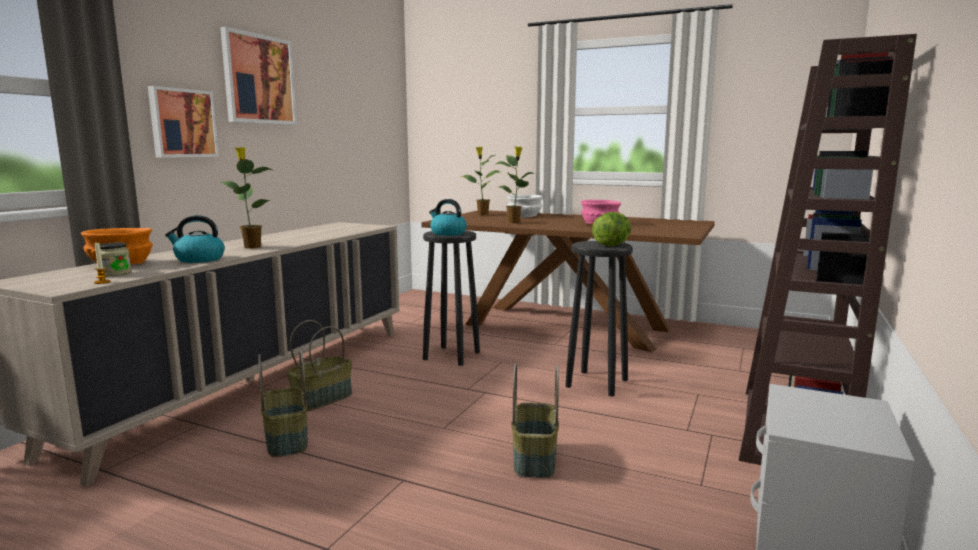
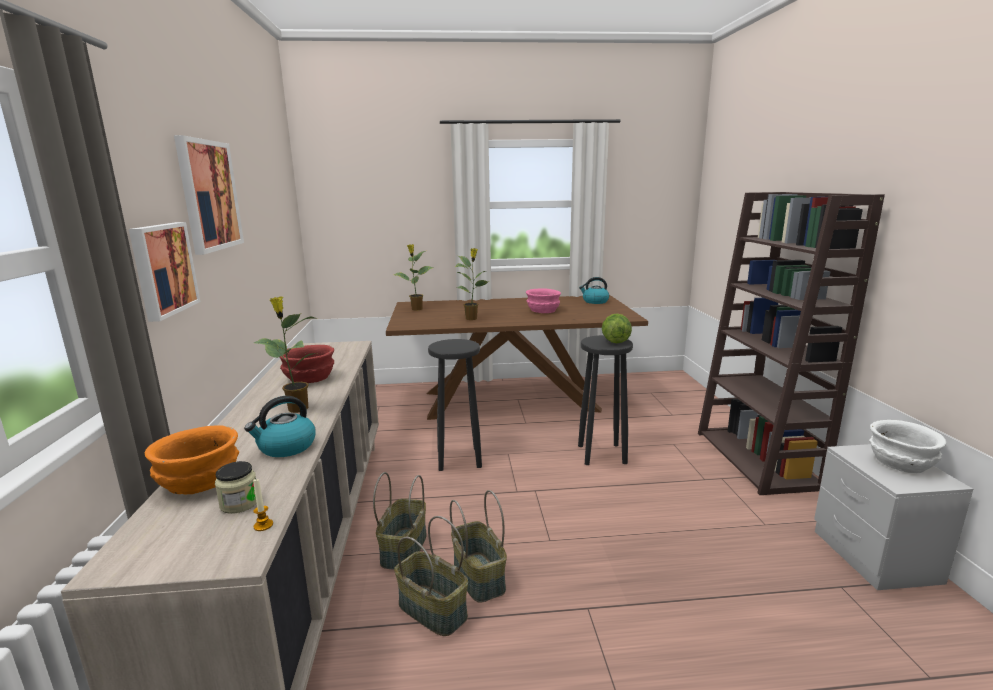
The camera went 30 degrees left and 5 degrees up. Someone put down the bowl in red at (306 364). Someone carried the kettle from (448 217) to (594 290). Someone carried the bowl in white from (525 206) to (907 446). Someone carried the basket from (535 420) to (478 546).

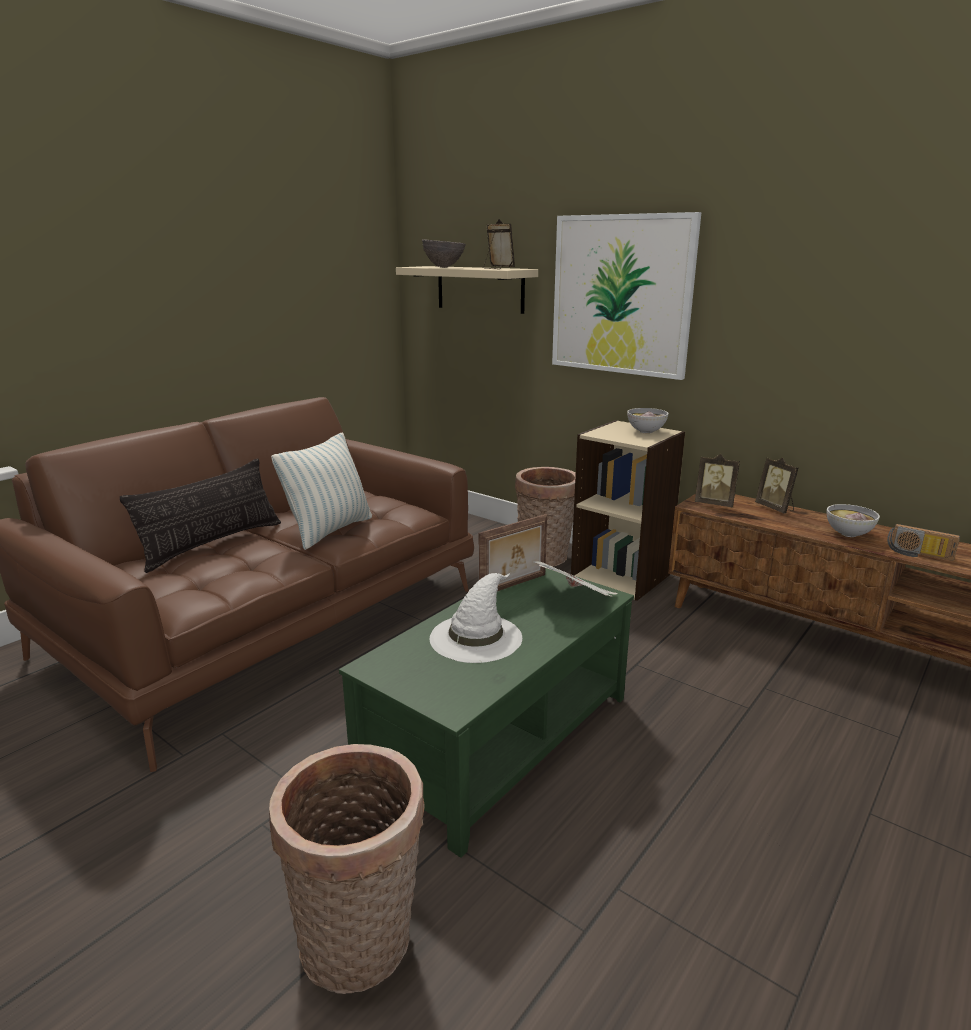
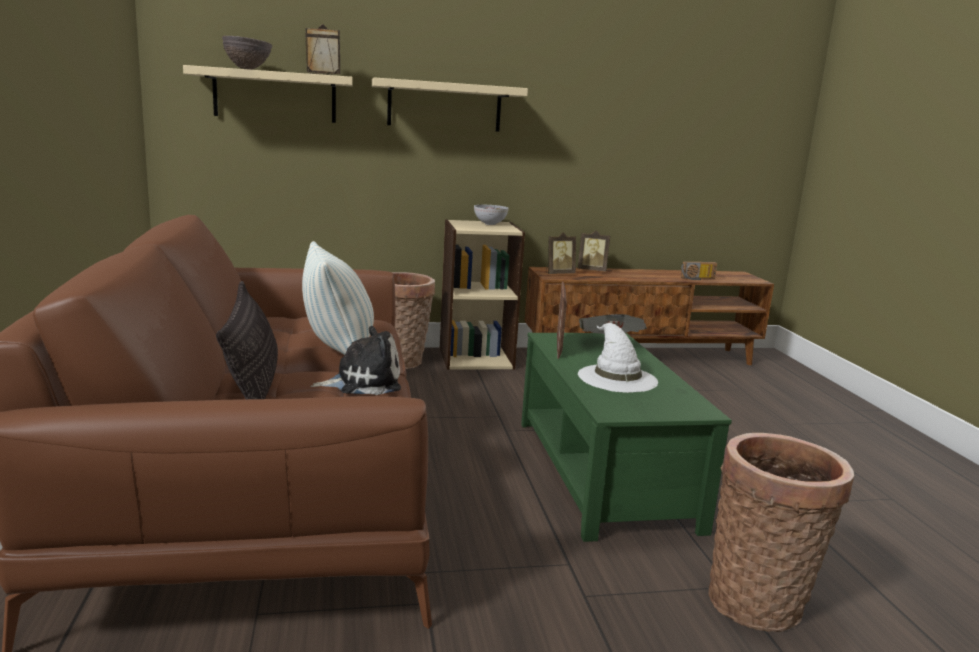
The camera went 50 degrees left and 5 degrees down. Someone took away the bowl at (853 520). Someone put down the plush toy at (356 360). Someone swapped the picture at (626 296) for the shelf in beige at (450 104).

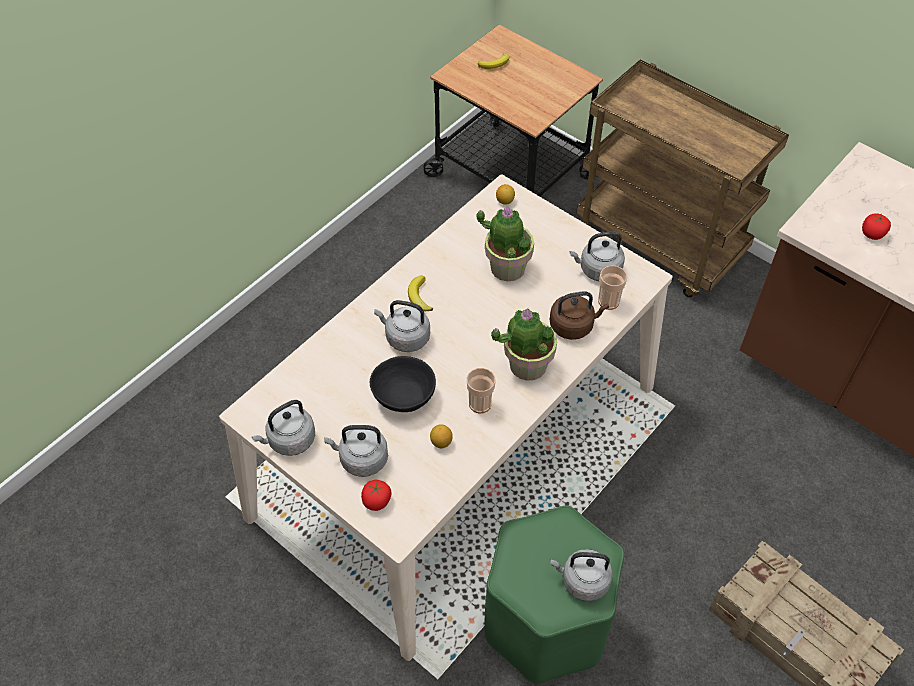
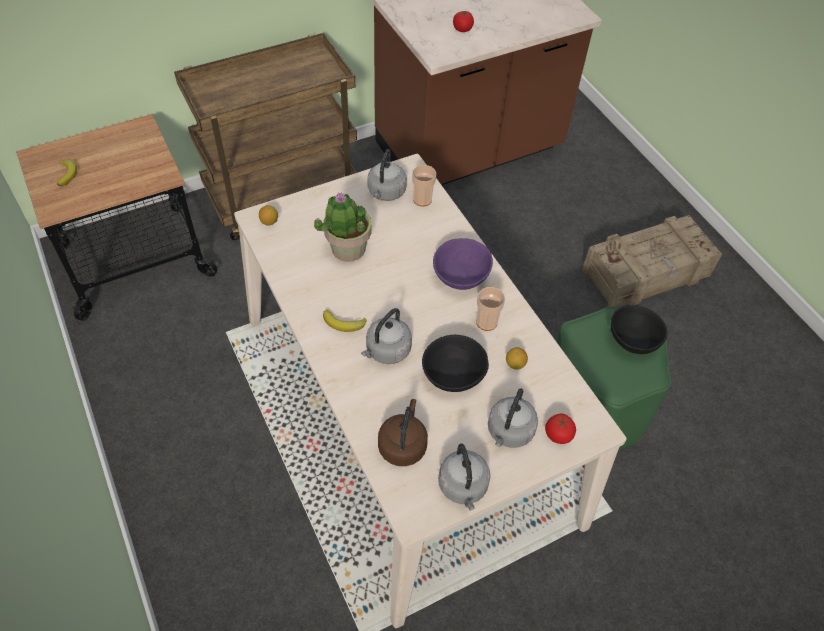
The camera went 70 degrees left and 0 degrees up. Someone carried the kettle in brown from (579 315) to (403 432). Someone swapped the potted plant at (524 345) for the bowl in purple at (463 264). Someone swapped the kettle in grey at (581 575) for the bowl in black at (639 329).

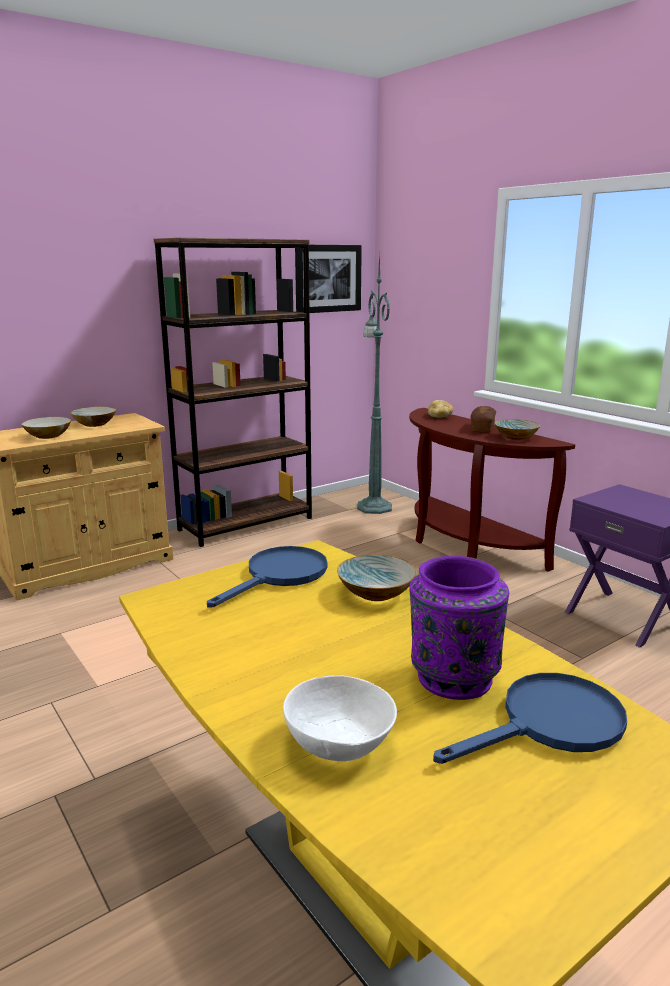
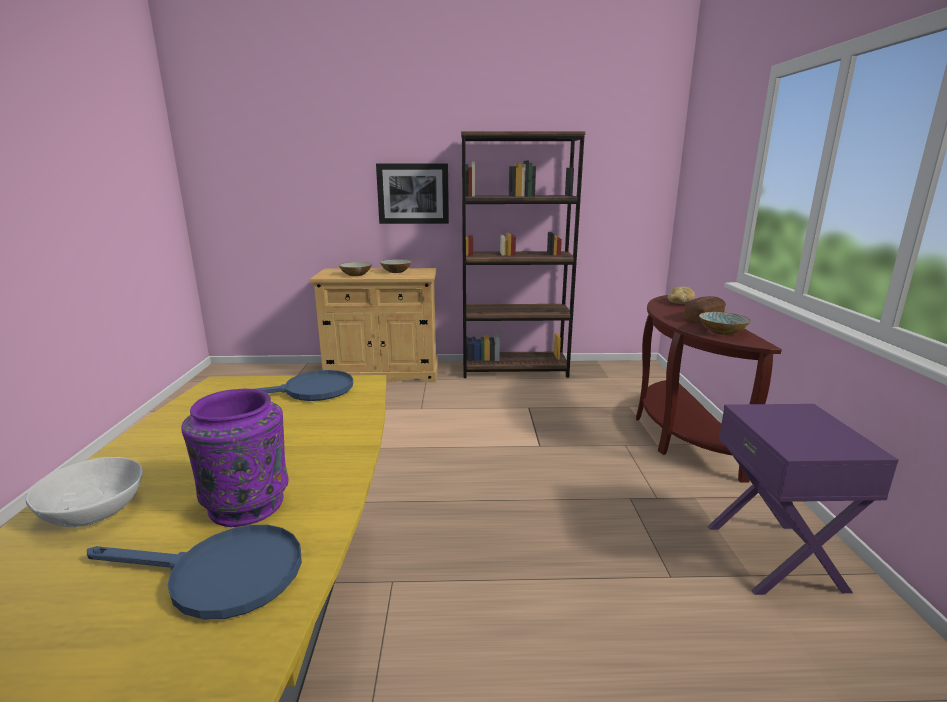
The camera went 35 degrees right and 0 degrees up. Someone took away the bowl at (377 578). Someone took away the floor lamp in green at (374 383). Someone carried the picture from (328 279) to (412 193).

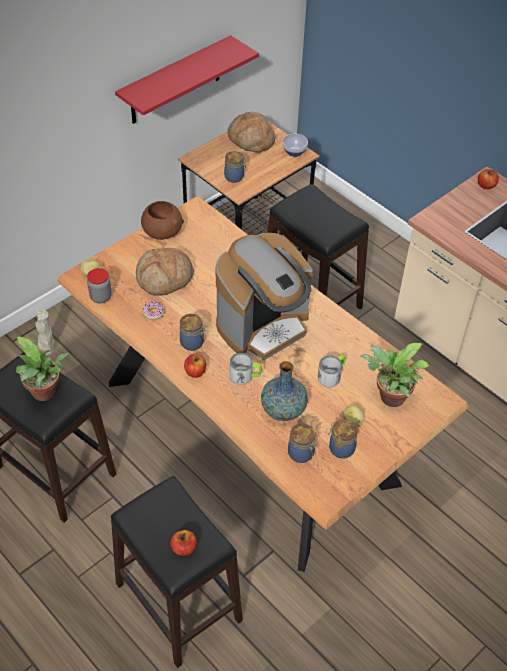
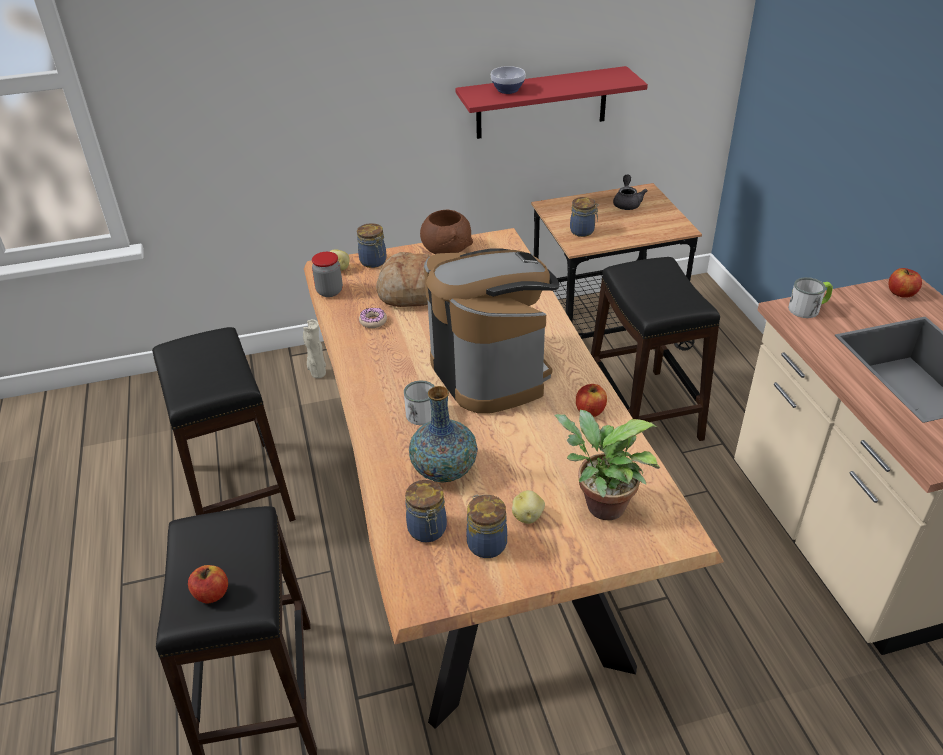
The camera went 30 degrees right and 10 degrees down. Someone took away the potted plant at (42 368). Someone carried the jar from (193 332) to (372 245). Someone carried the apple from (195 366) to (591 400). Someone carried the bowl from (295 145) to (508 80). Someone carried the mug from (331 371) to (810 297). Someone swapped the bread at (251 132) for the teapot in grey at (630 192). Someone rotated the coffee machine at (264 296) by 105 degrees counterclockwise.

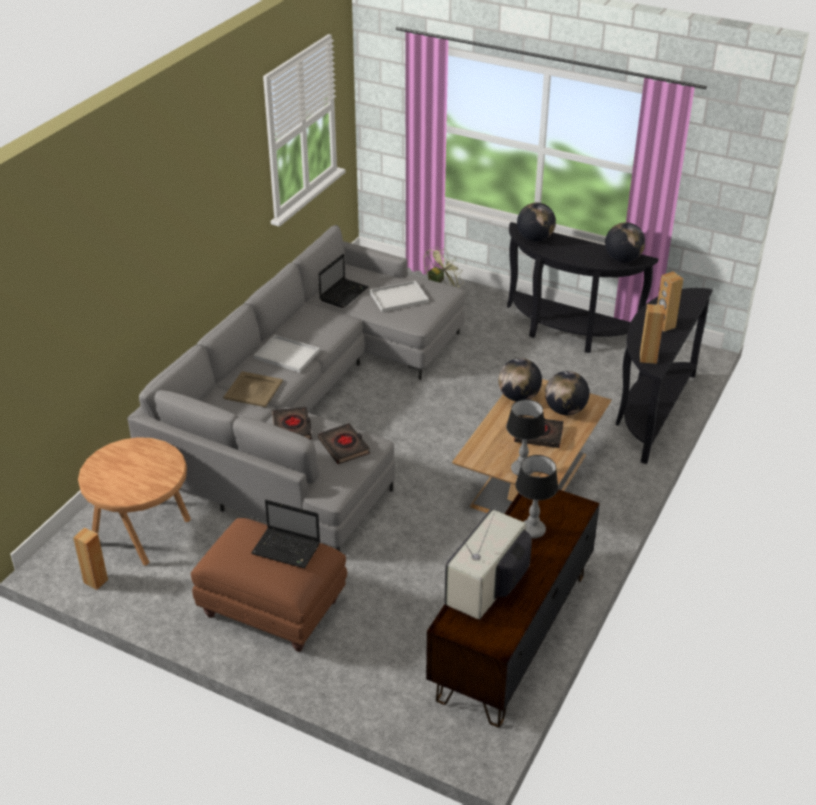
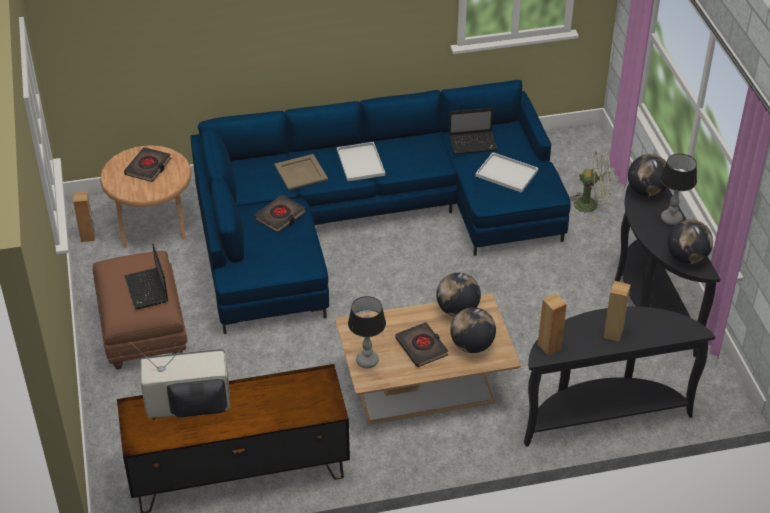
The camera went 50 degrees right and 5 degrees up. Someone carried the book in black from (344 443) to (147 164). Someone carried the table lamp from (536 496) to (679 189). Someone repainted the sofa in grey at (296 388), which became the sofa in blue at (380 207).

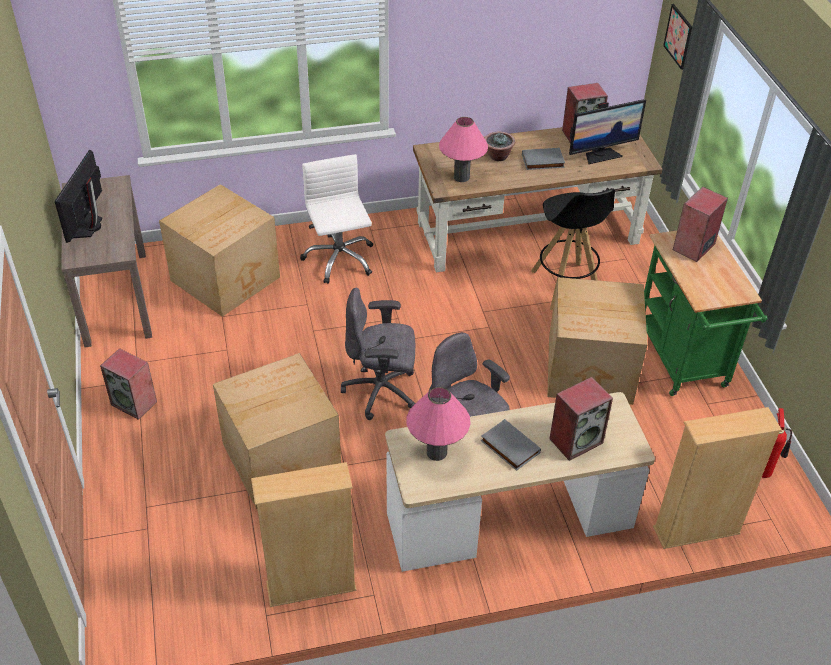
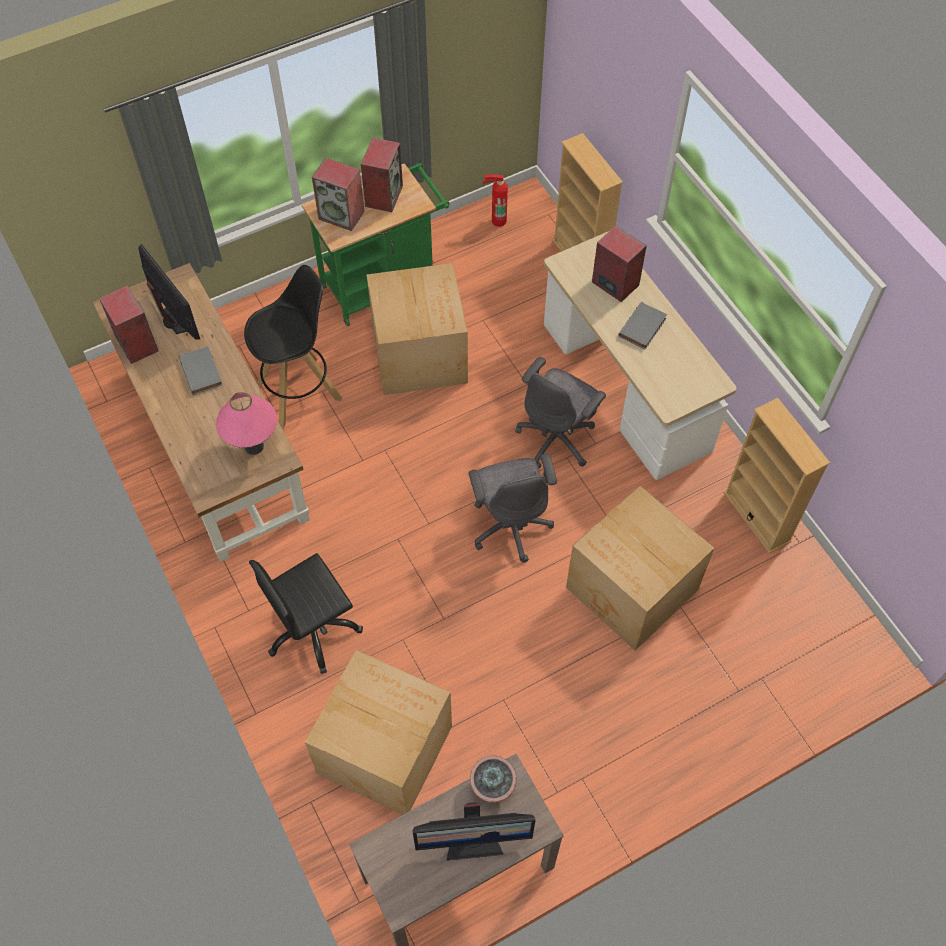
The camera went 105 degrees left and 15 degrees up. Someone took away the table lamp in pink at (438 424). Someone took away the picture at (677 37). Someone carried the speaker from (128 384) to (382 174). Someone carried the potted plant from (499 146) to (493 779). Someone repainted the office chair in white at (336 219), which became the office chair in black at (306 613).

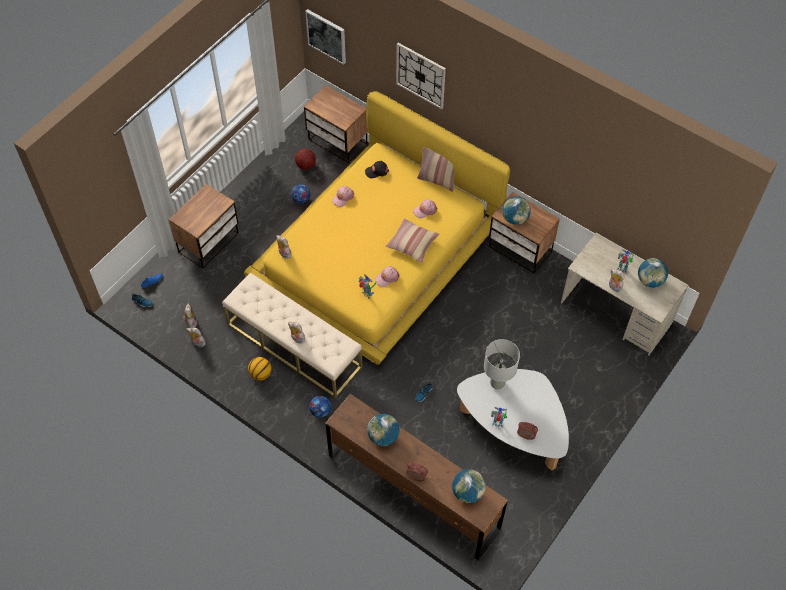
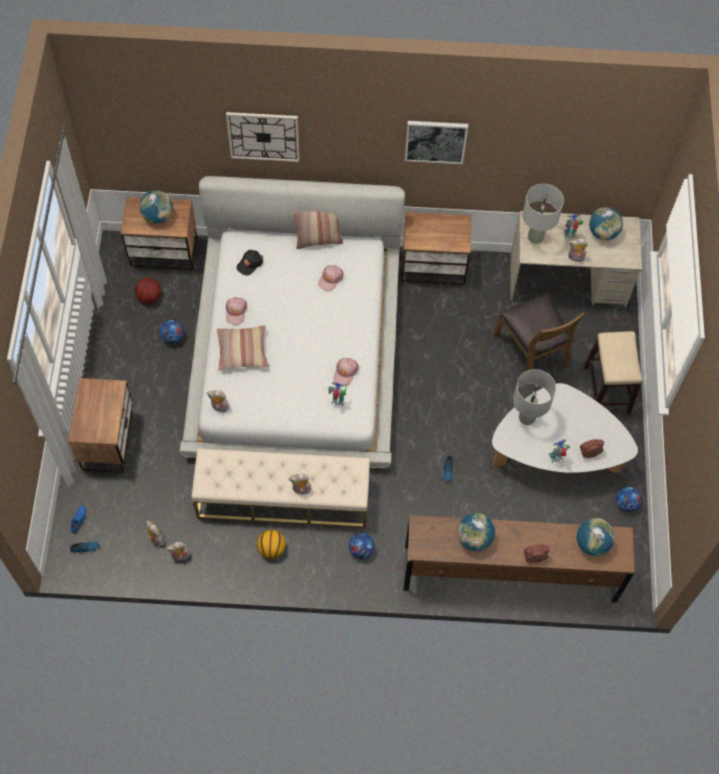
The camera went 35 degrees left and 5 degrees up. Someone put down the chair in brown at (539 332). Someone put down the table lamp in grey at (543 214). Someone put down the stool at (613 372). Someone put down the football at (629 499). Someone carried the picture from (325 37) to (436 142). Someone carried the pillow from (412 240) to (242 348). Someone carried the globe from (517 210) to (156 206). Someone repainted the bed in yellow at (377 228), which became the bed in white at (292 322).

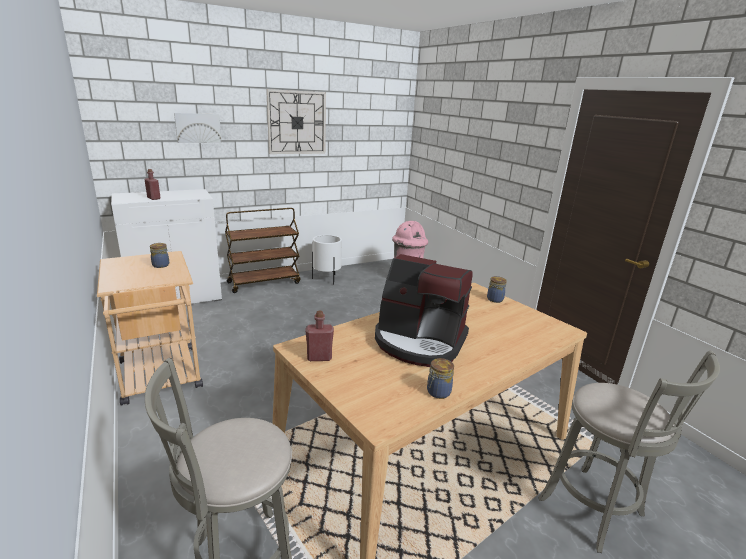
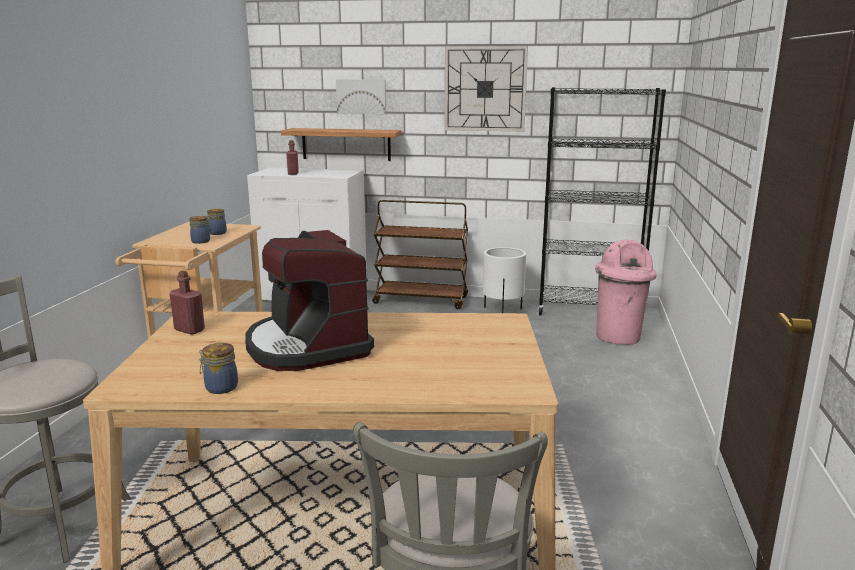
The camera went 40 degrees right and 5 degrees down. Someone put up the shelf at (341 144). Someone put down the bookcase in black at (602 201). Someone carried the jar from (497 289) to (200 230).

